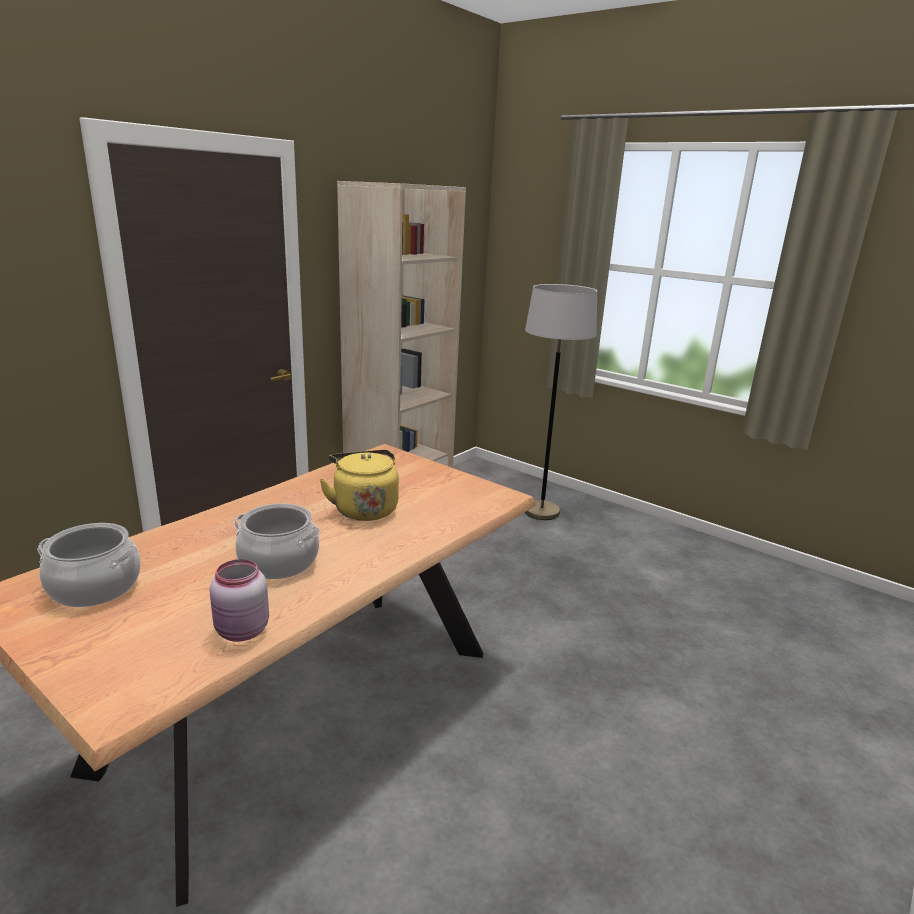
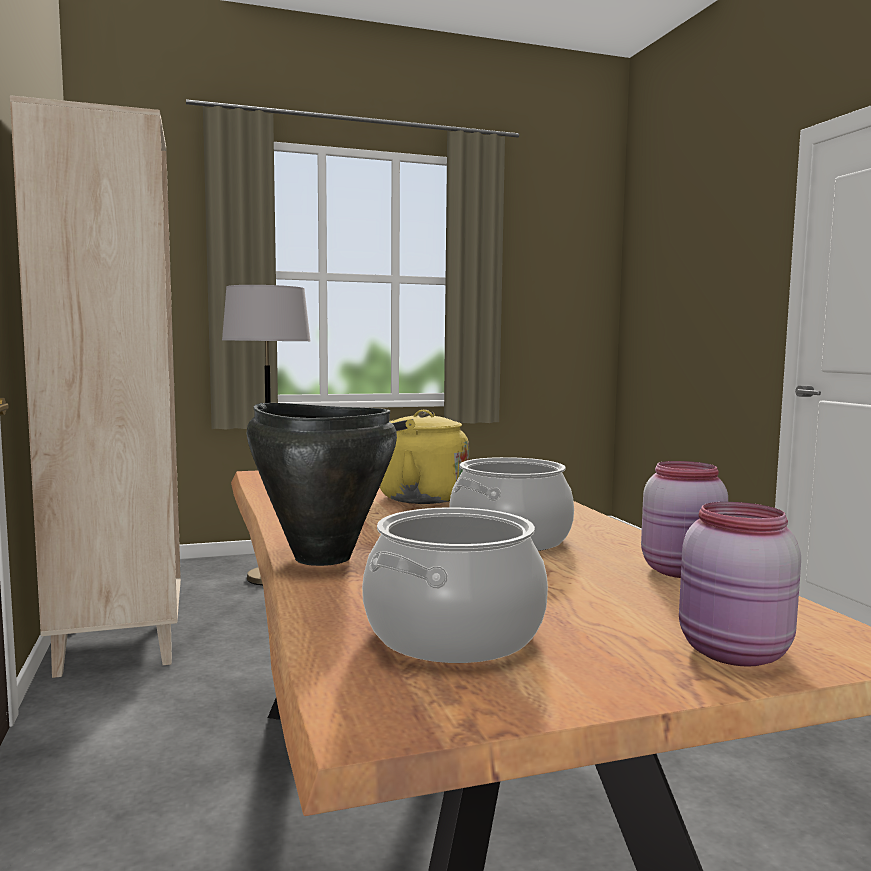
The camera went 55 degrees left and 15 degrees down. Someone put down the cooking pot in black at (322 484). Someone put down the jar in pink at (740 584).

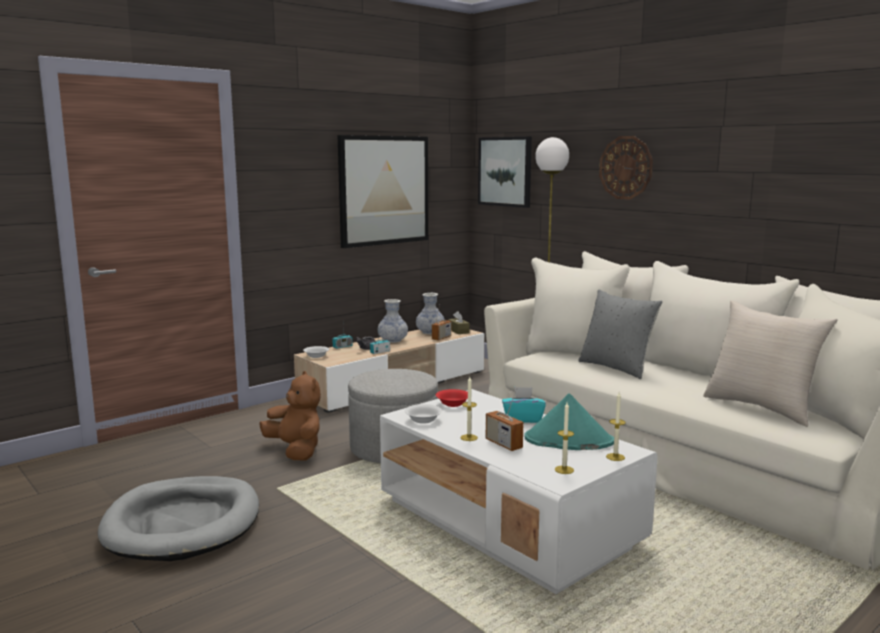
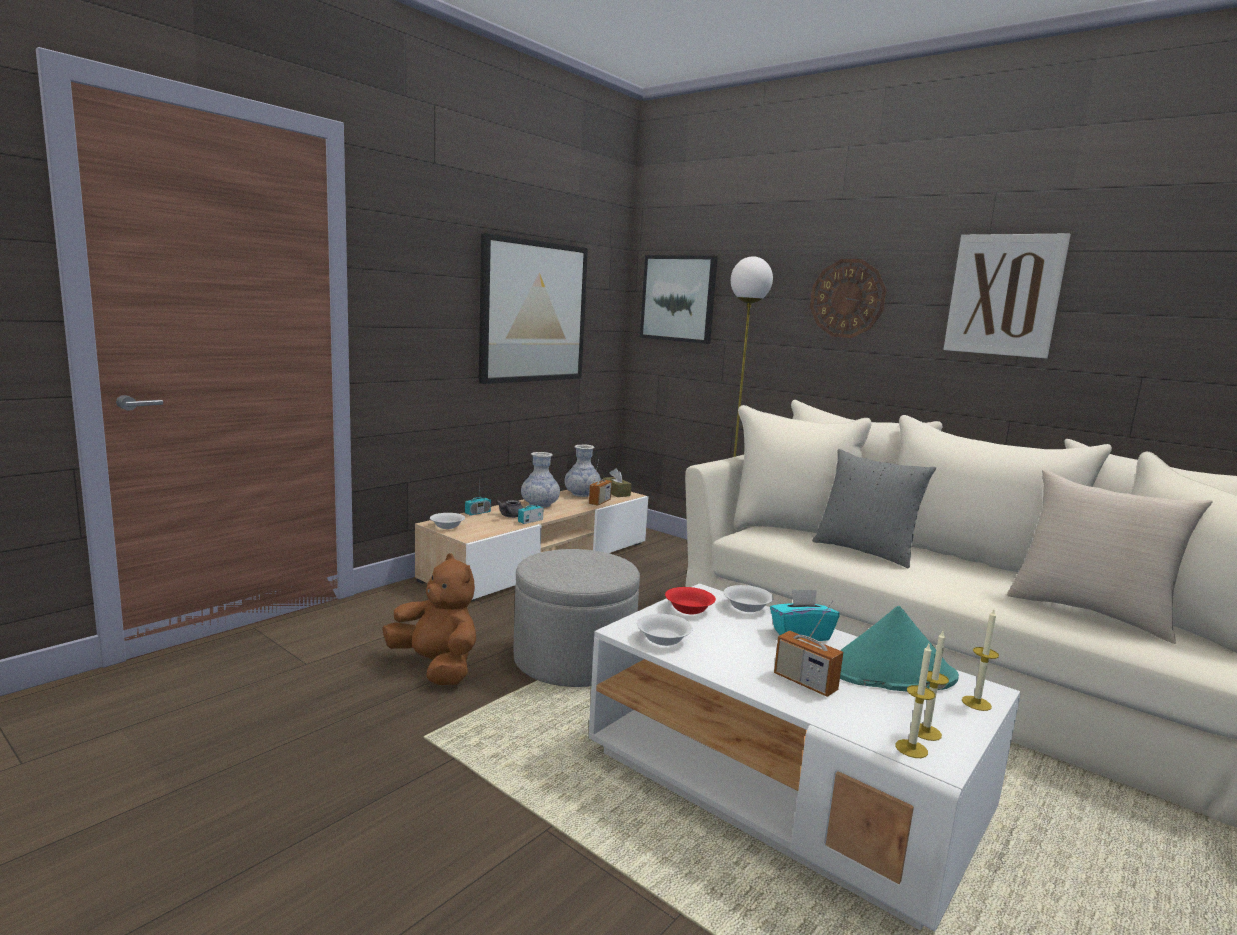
The camera went 10 degrees left and 0 degrees up. Someone took away the dog bed in grey at (178 518). Someone put down the bowl in white at (748 598). Someone put up the picture at (1007 296). Someone carried the candle from (469 409) to (915 700).

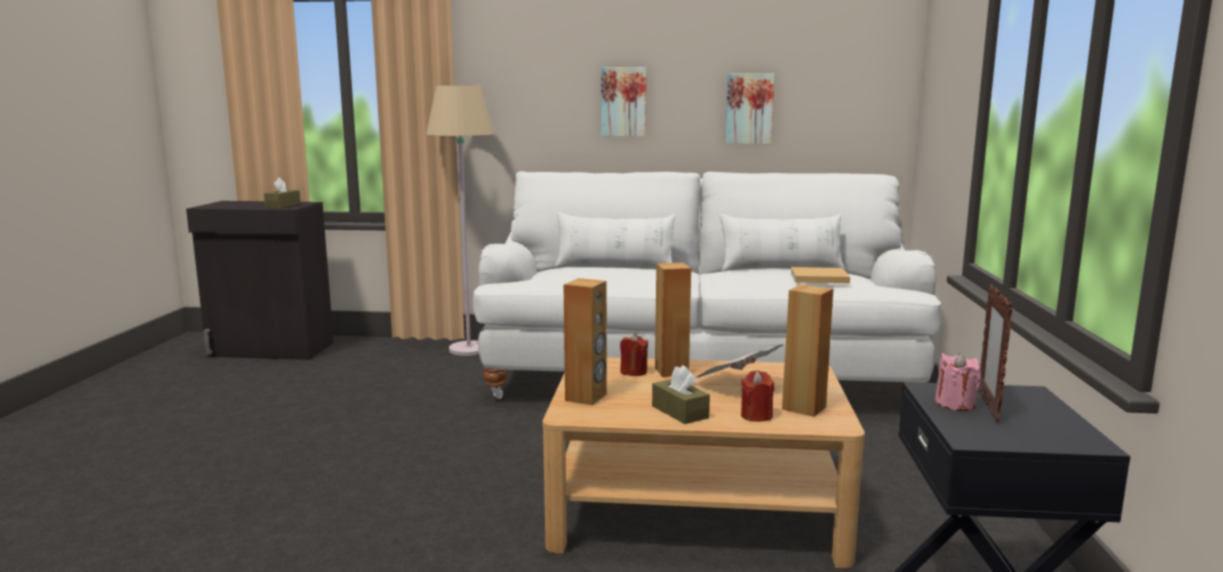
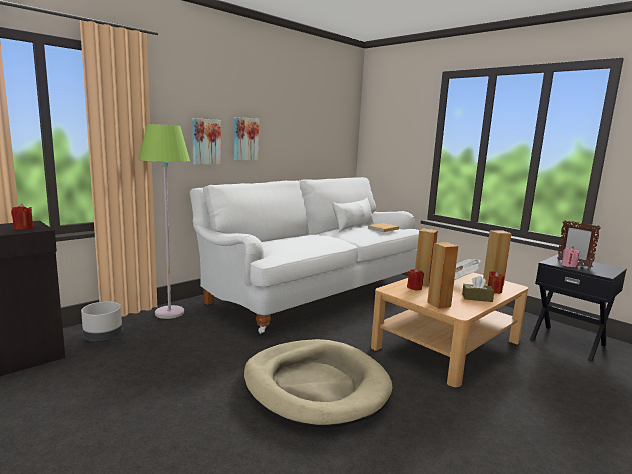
The camera went 50 degrees left and 0 degrees up. Someone took away the pillow in white at (615 239). Someone put down the planter in grey at (101 321). Someone put down the dog bed in beige at (318 383). Someone carried the picture from (750 109) to (206 141). Someone swapped the tissue box in brown at (282 192) for the candle in red at (22 217). Someone repainted the floor lamp in beige at (460 221), which became the floor lamp in green at (164 221).

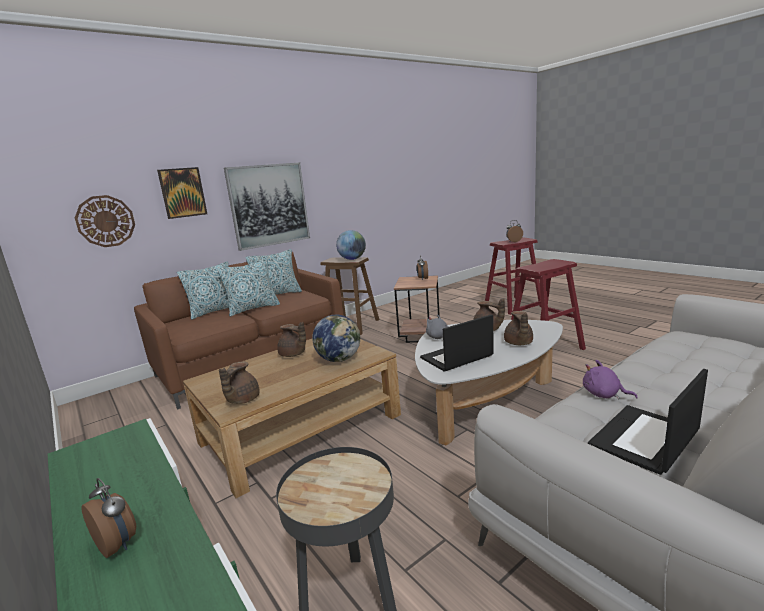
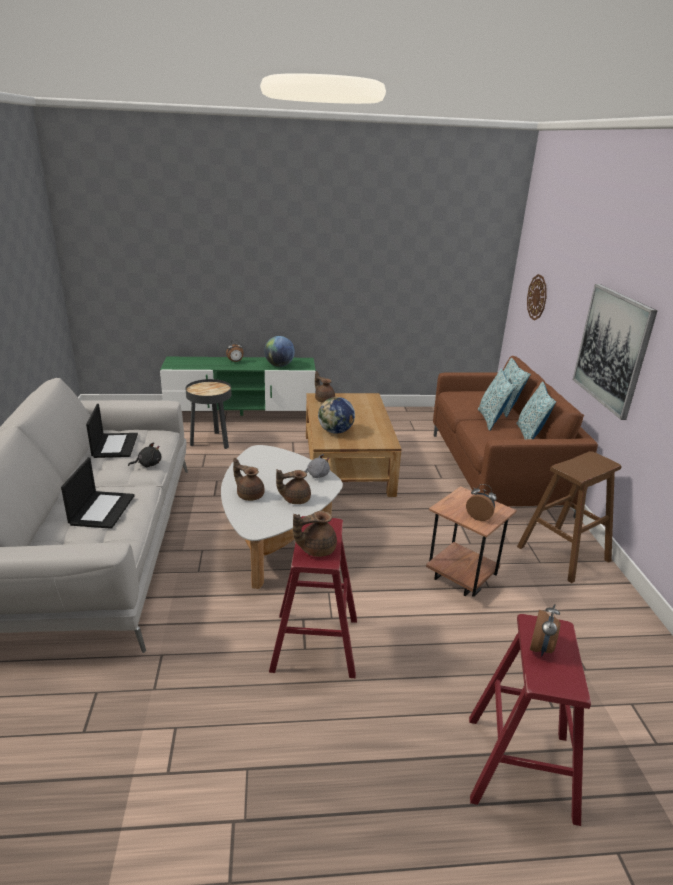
The camera went 120 degrees right and 10 degrees up. Someone took away the picture at (182 193). Someone carried the teapot in brown from (291 339) to (315 534). Someone carried the globe from (351 245) to (279 351). Someone carried the laptop from (457 343) to (98 493). Someone repainted the plush toy in purple at (610 380), which became the plush toy in black at (144 454).

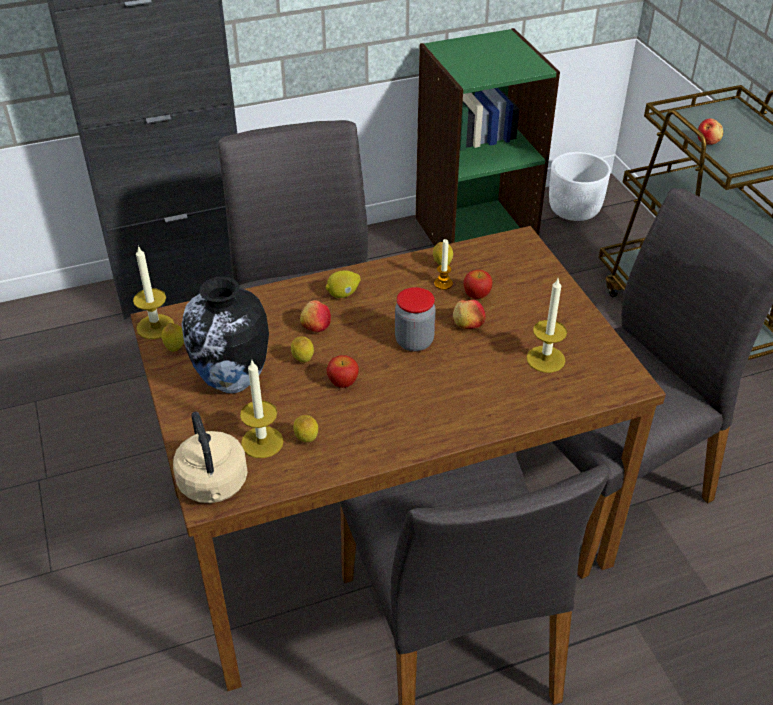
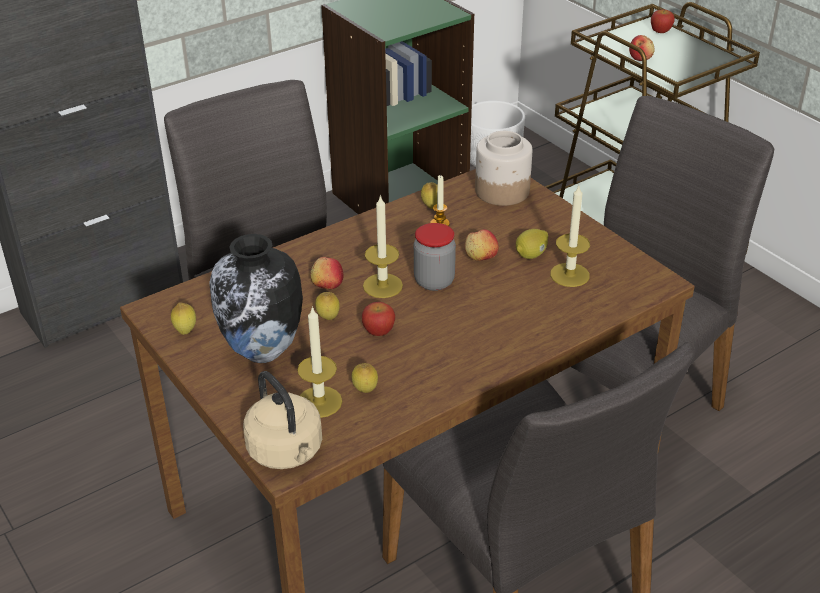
The camera went 15 degrees left and 5 degrees down. Someone put down the jar at (503 168). Someone carried the candle from (153 292) to (383 246). Someone carried the lemon from (343 284) to (532 244). Someone carried the apple from (478 284) to (663 21).

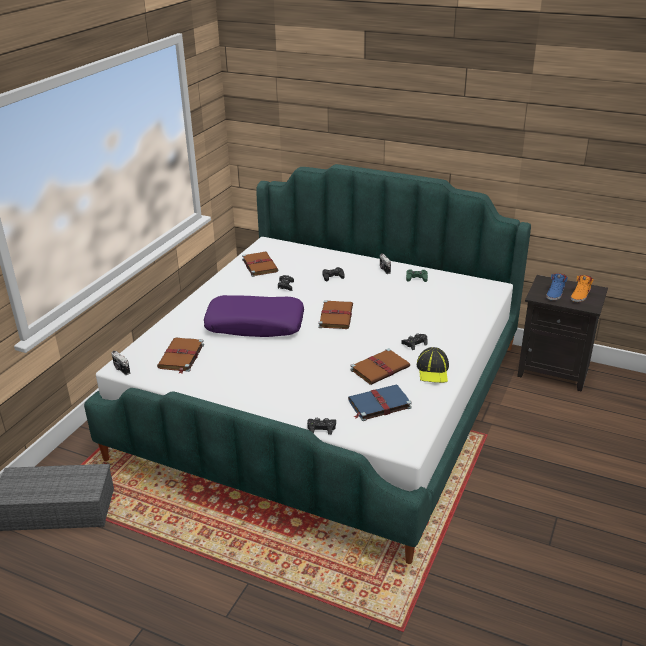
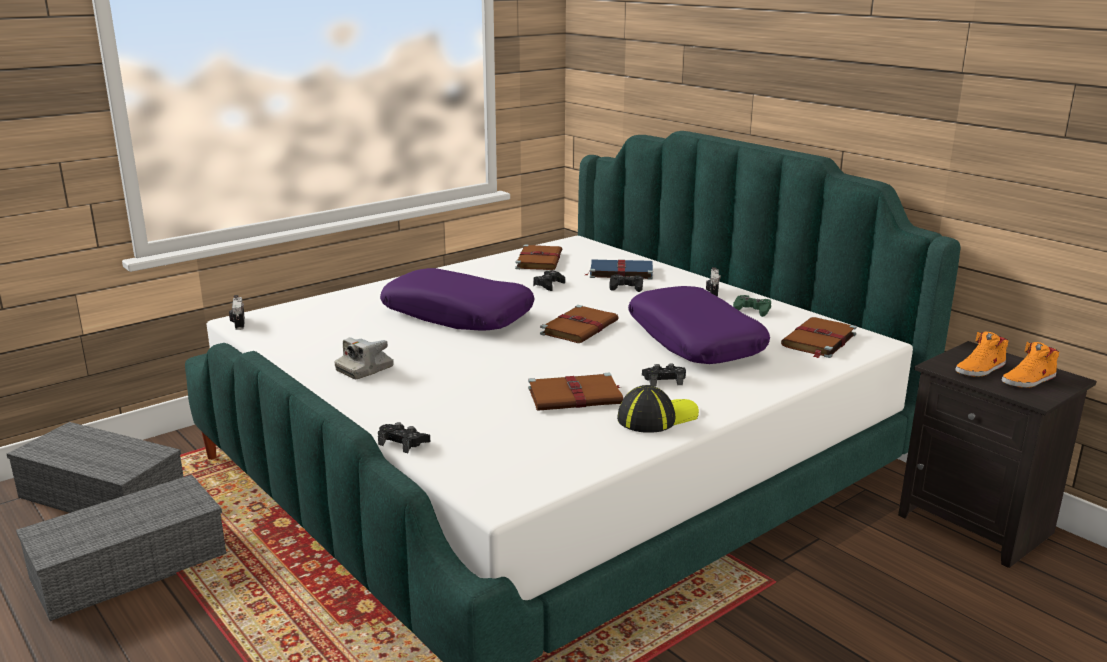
The camera went 25 degrees right and 10 degrees down. Someone put down the storage box in grey at (121 548). Someone put down the photo camera at (364 358). Someone put down the pillow in purple at (699 325). Someone carried the book in brown from (180 356) to (819 337). Someone carried the book in blue from (380 402) to (619 270). Someone repainted the shoe in blue at (557 287), which became the shoe in orange at (982 354). Someone rotated the cap at (433 365) by 150 degrees counterclockwise.

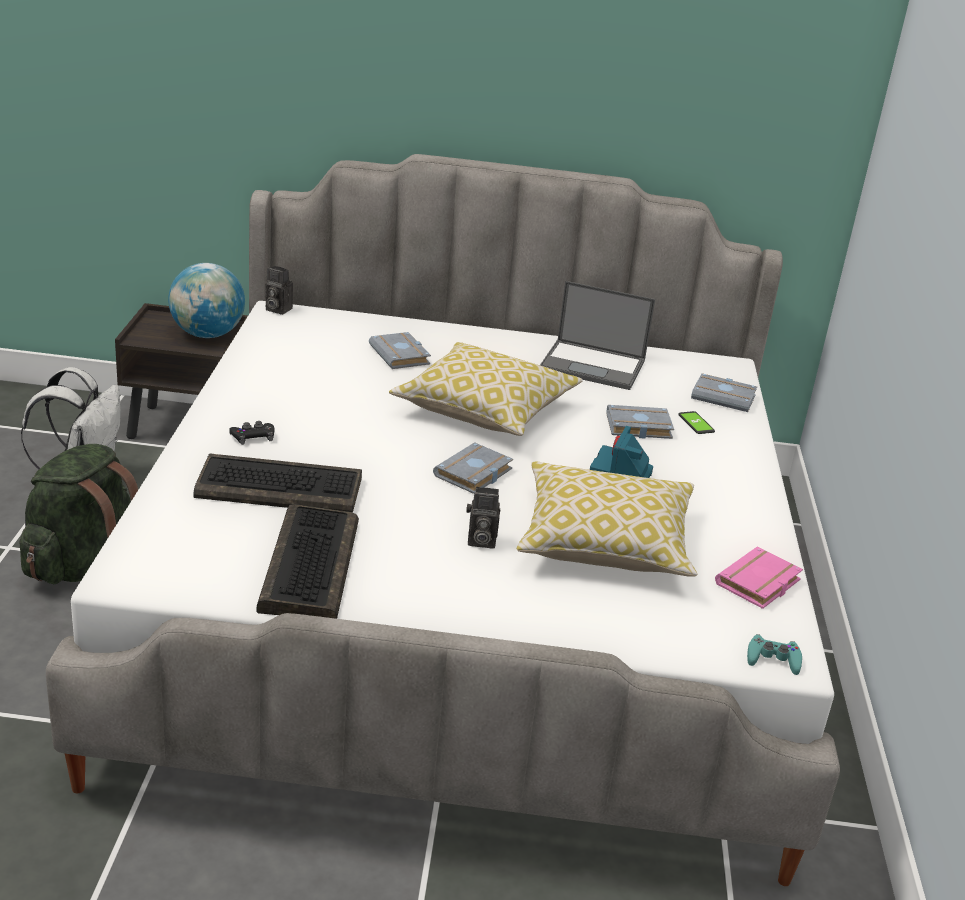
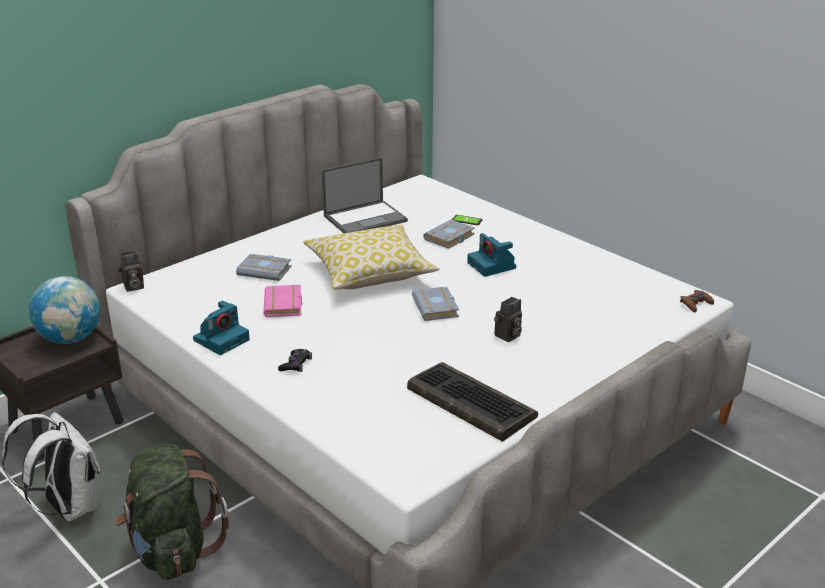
The camera went 45 degrees left and 0 degrees up. Someone took away the keyboard at (277 483). Someone took away the pillow at (607 519). Someone took away the book in grey at (724 392). Someone put down the photo camera at (221 328). Someone carried the book in pink from (759 577) to (283 301). Someone repainted the game controller in turquoise at (774 654), which became the game controller in brown at (697 301).

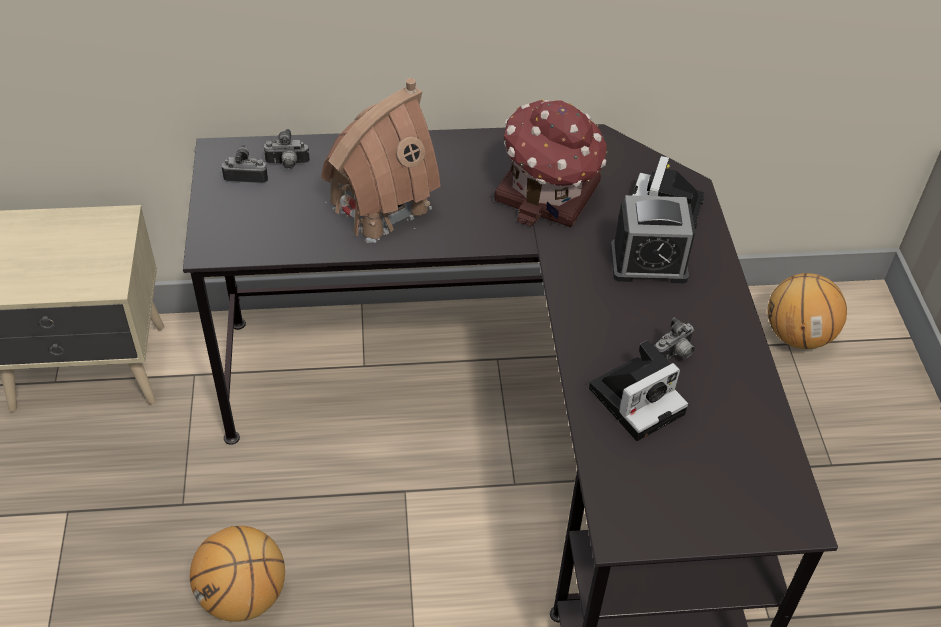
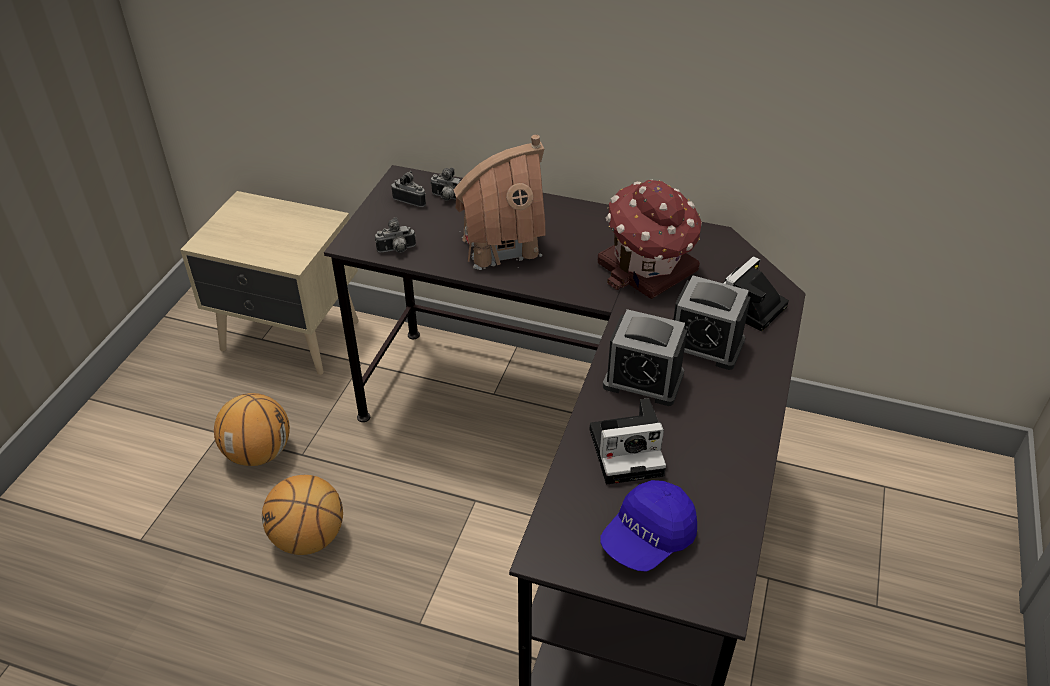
The camera went 25 degrees right and 5 degrees down. Someone put down the cap in blue at (648 526). Someone put down the alarm clock at (645 357). Someone carried the photo camera from (675 338) to (395 235). Someone carried the basketball from (807 311) to (252 429).

